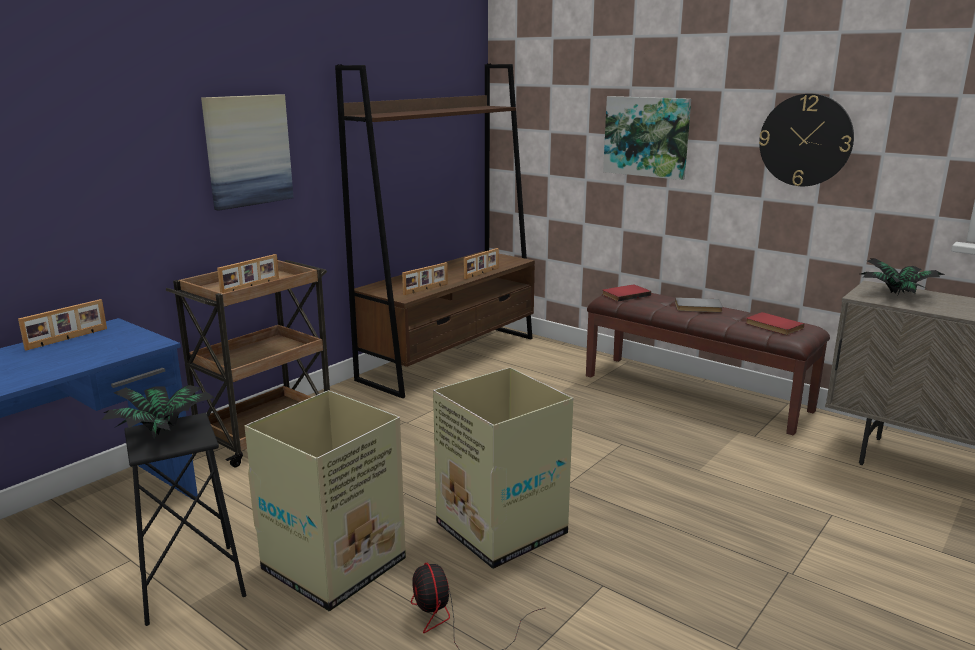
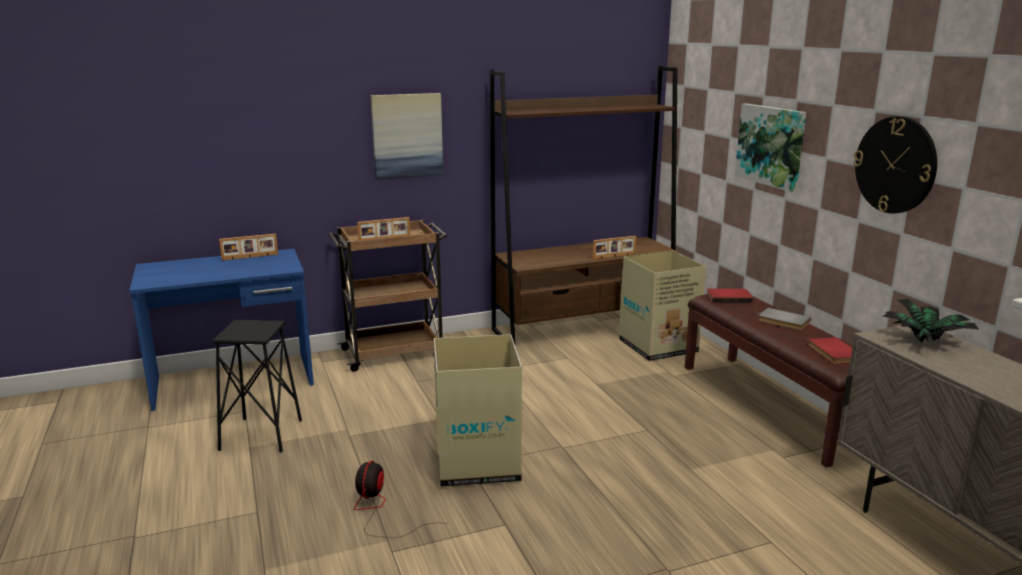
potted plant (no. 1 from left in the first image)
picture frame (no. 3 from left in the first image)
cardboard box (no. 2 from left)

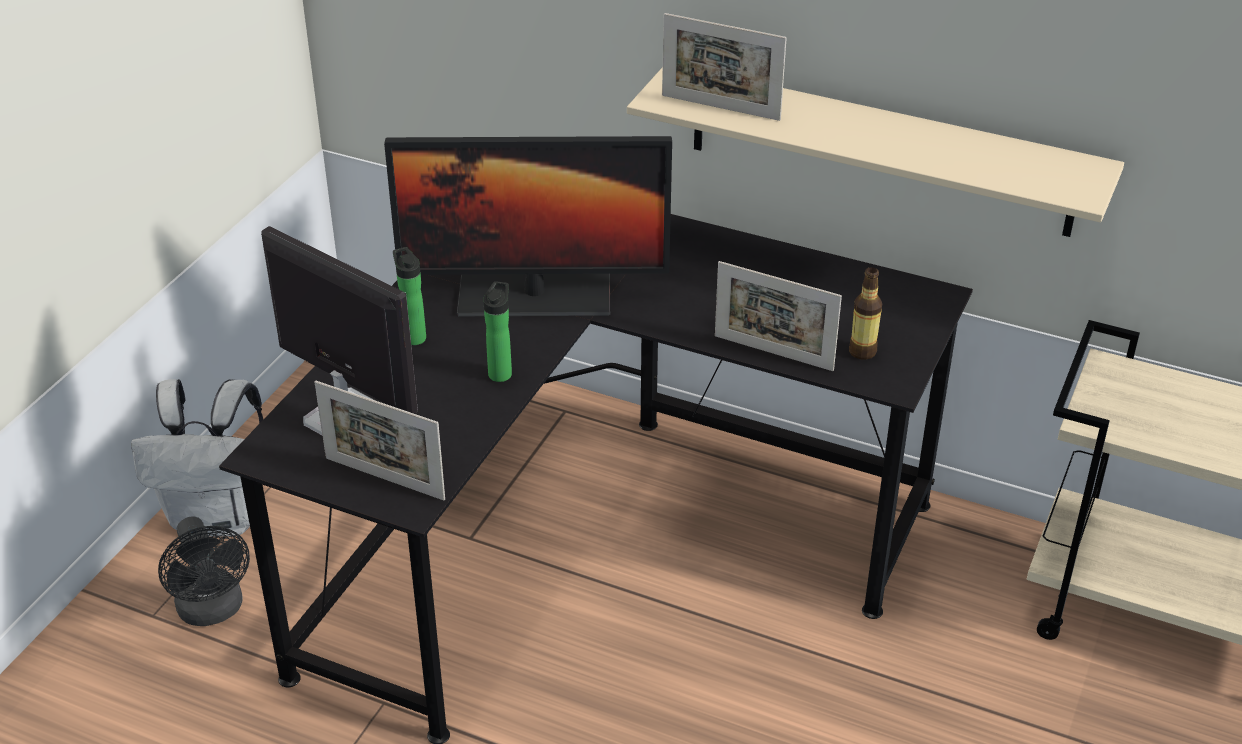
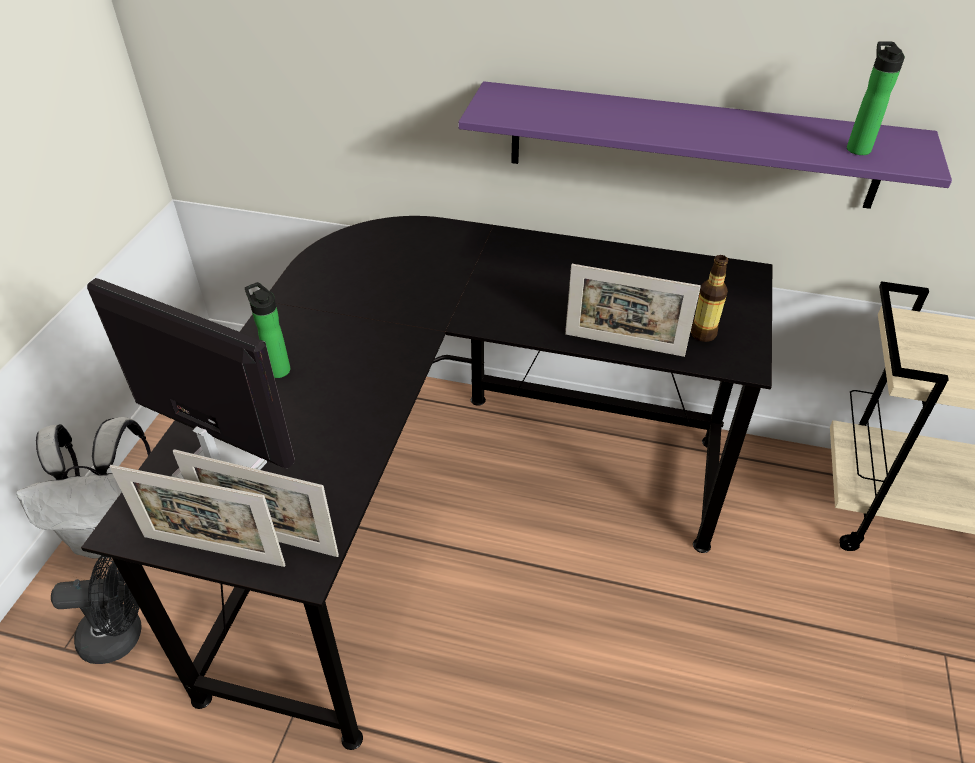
monitor (no. 2 from left in the first image)
bottle (no. 3 from left)
picture frame (no. 1 from left)
purple shelf
black fan

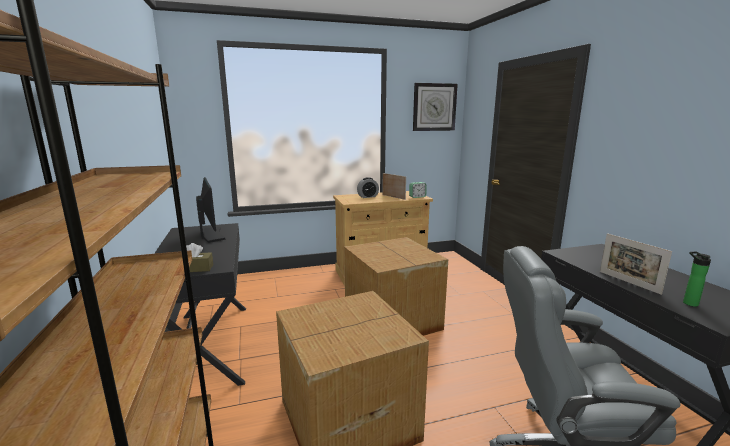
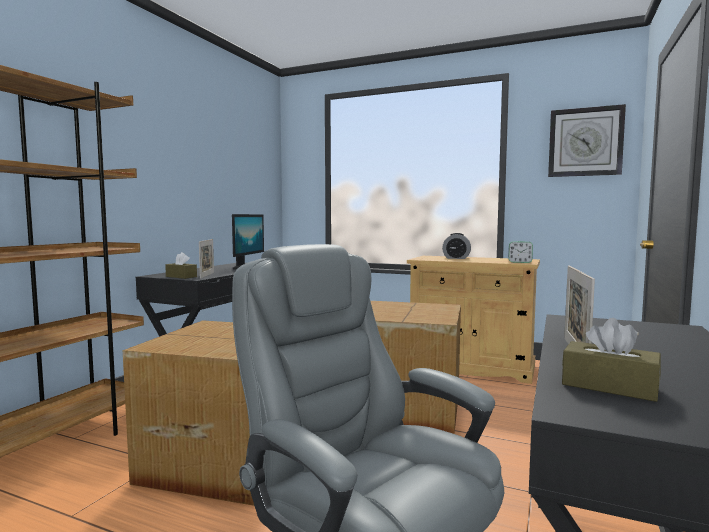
picture frame (no. 1 from left)
brown tissue box (no. 2 from left)

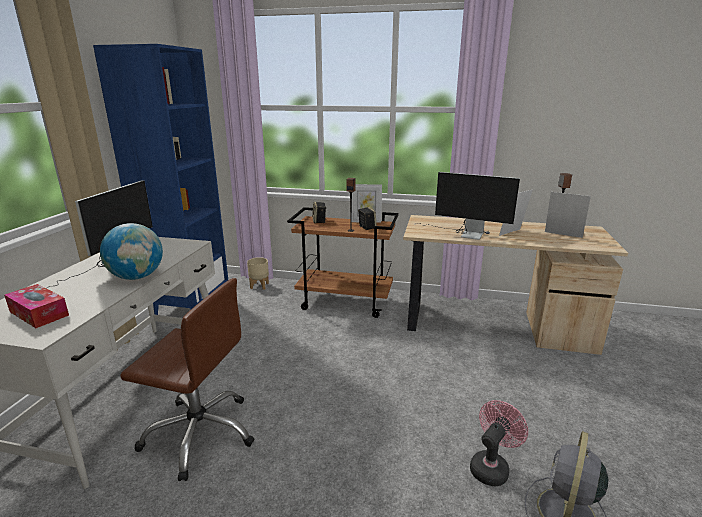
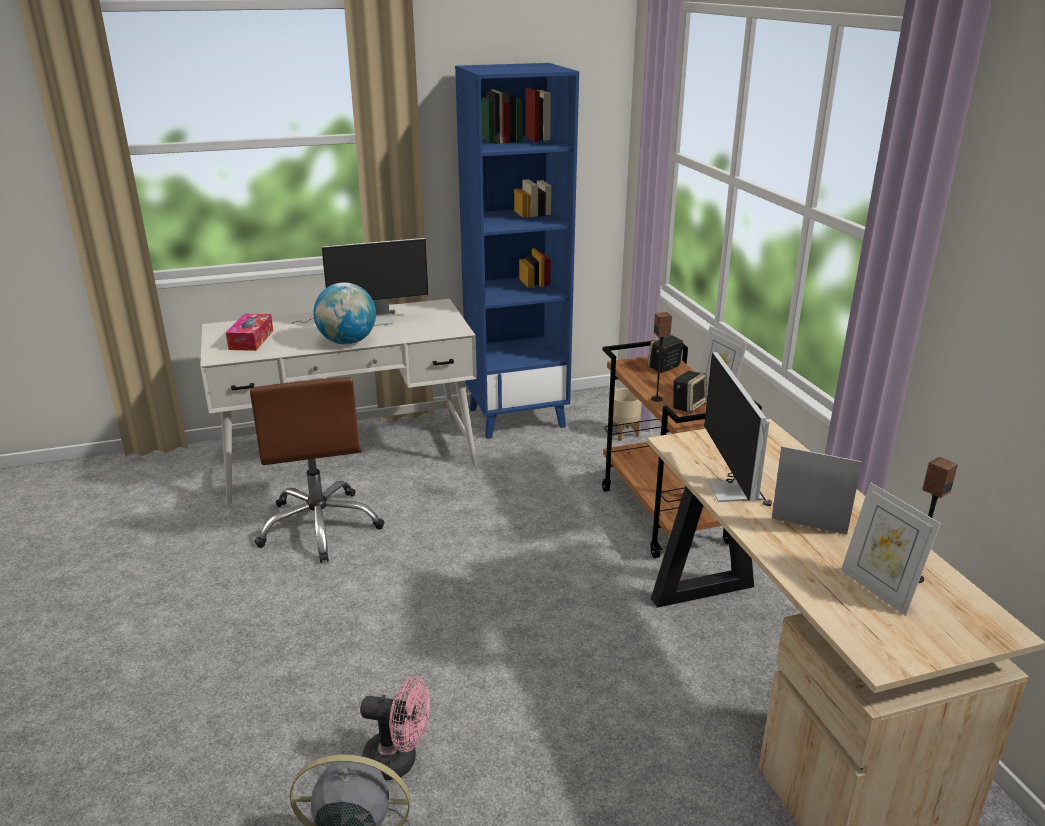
picture frame (no. 3 from left)

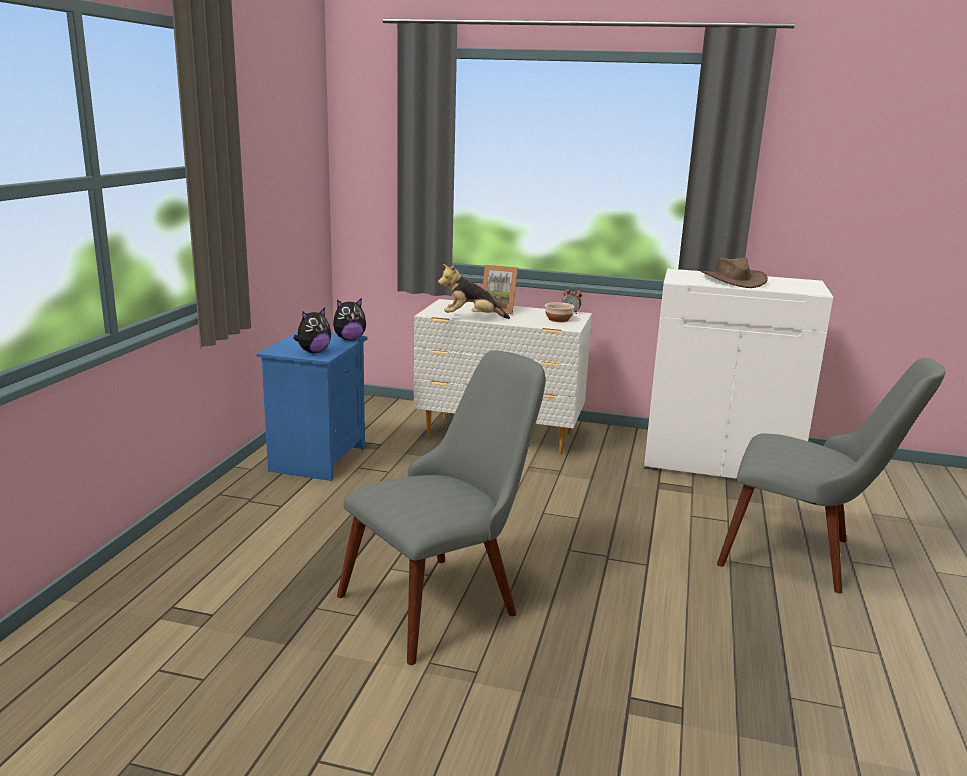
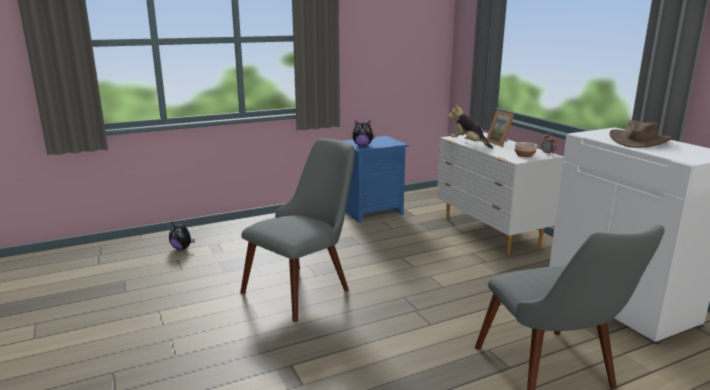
plush toy (no. 1 from left)
grey chair (no. 1 from left)

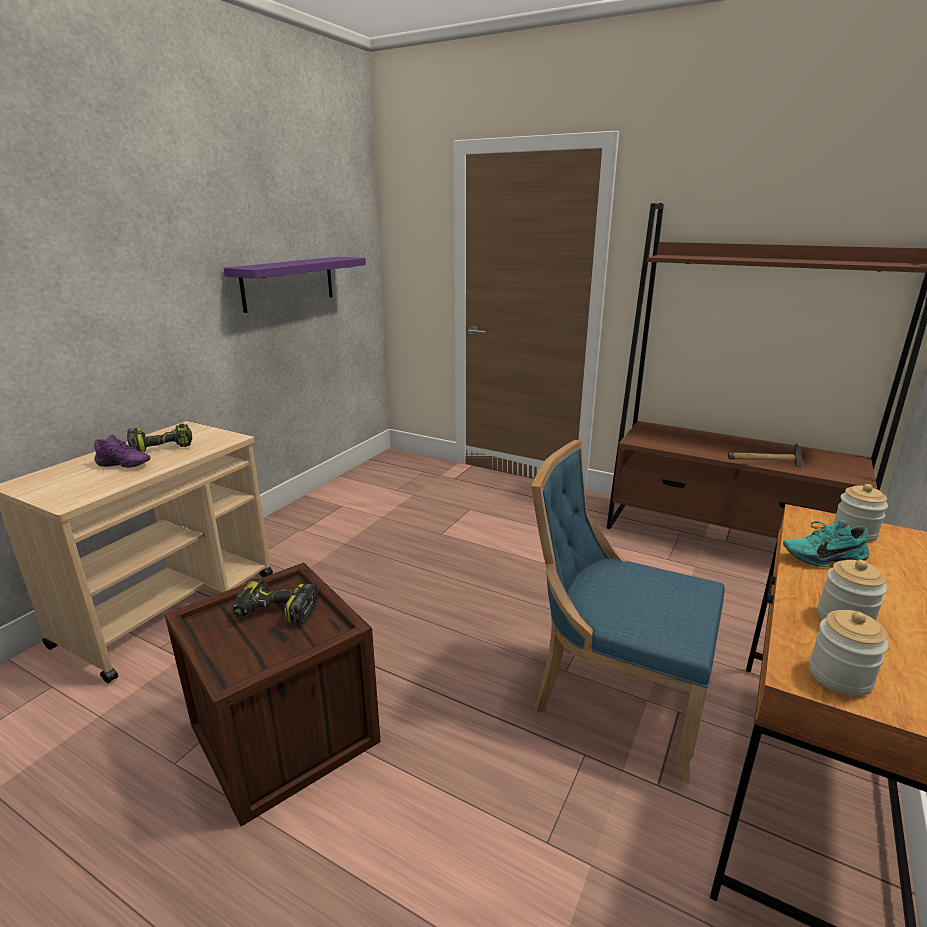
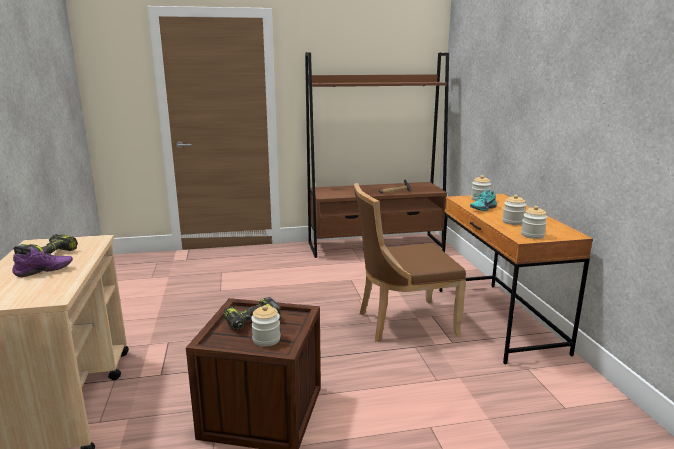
purple shelf
jar (no. 1 from left)
brown chair

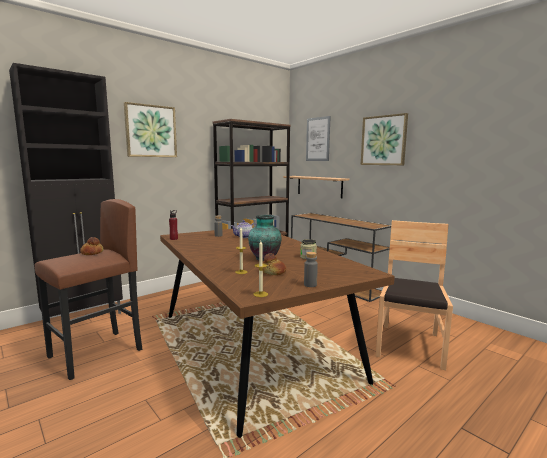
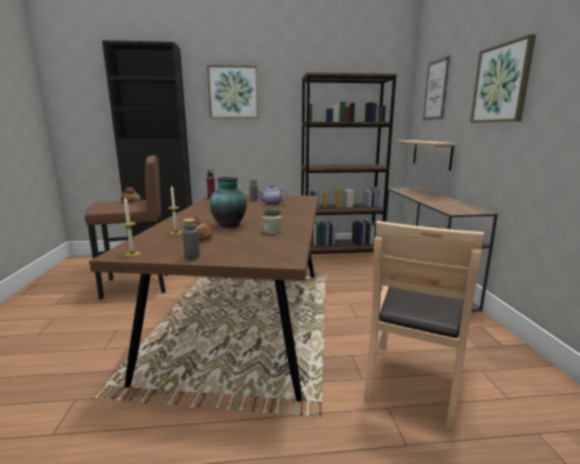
brown chair

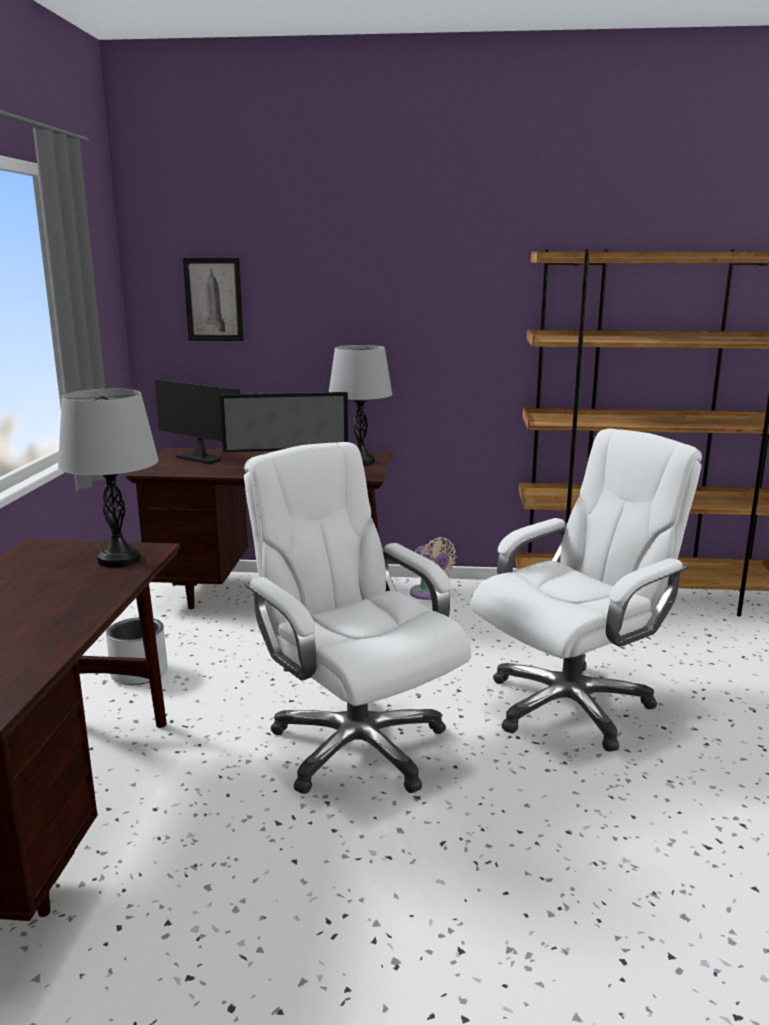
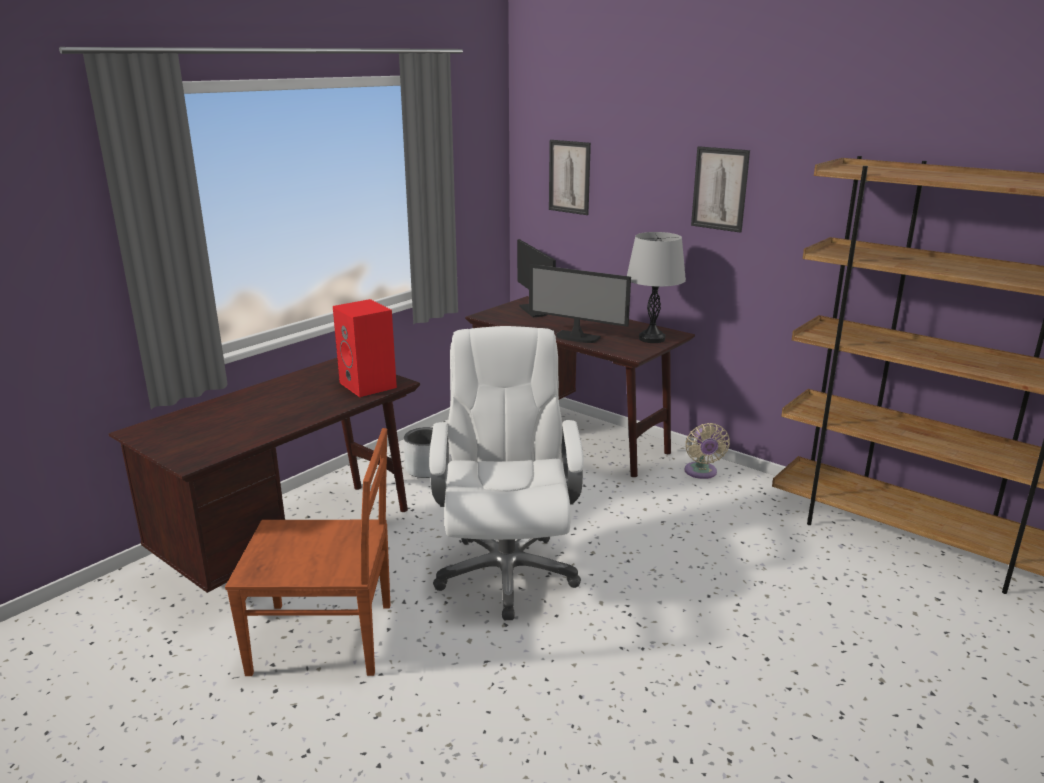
white office chair (no. 2 from left in the first image)
brown chair
picture (no. 2 from left)
red speaker

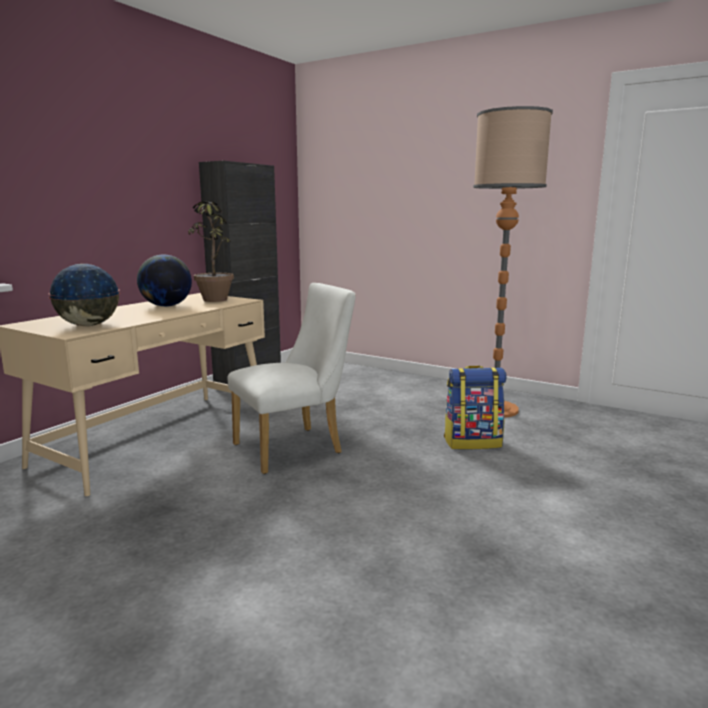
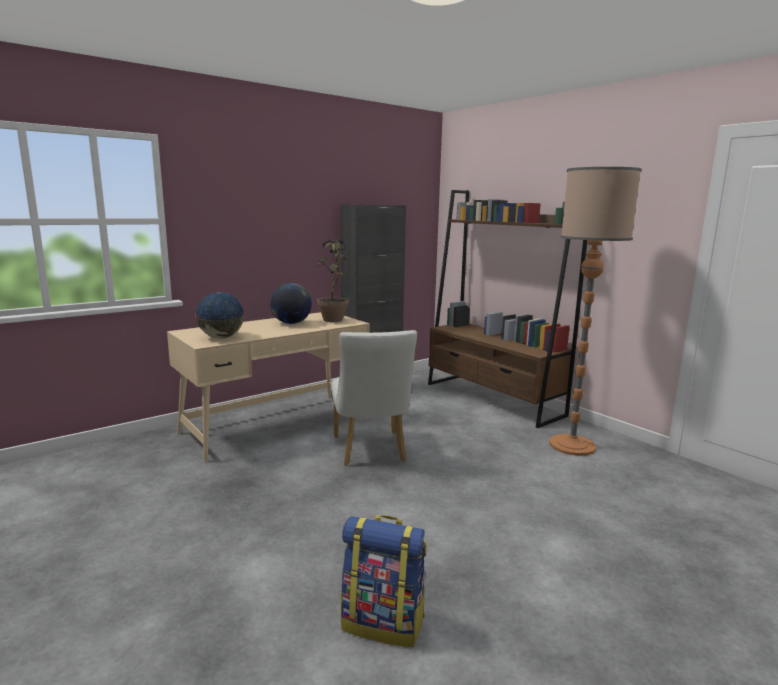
brown bookcase
backpack
white chair

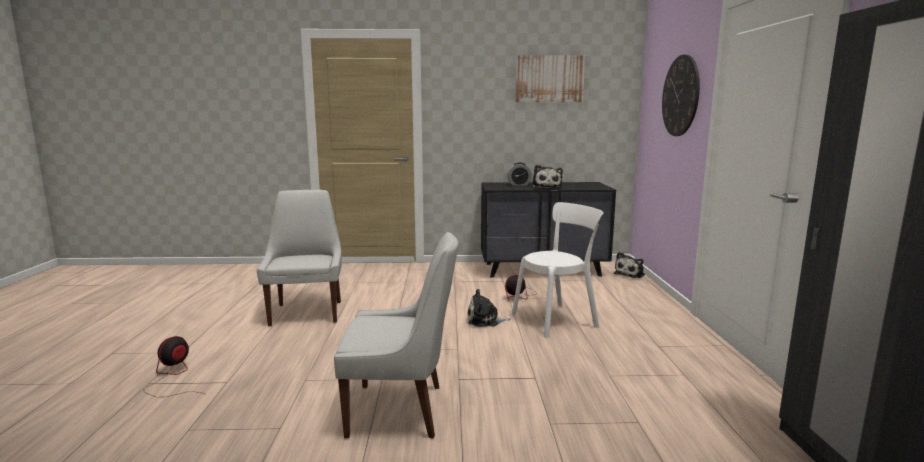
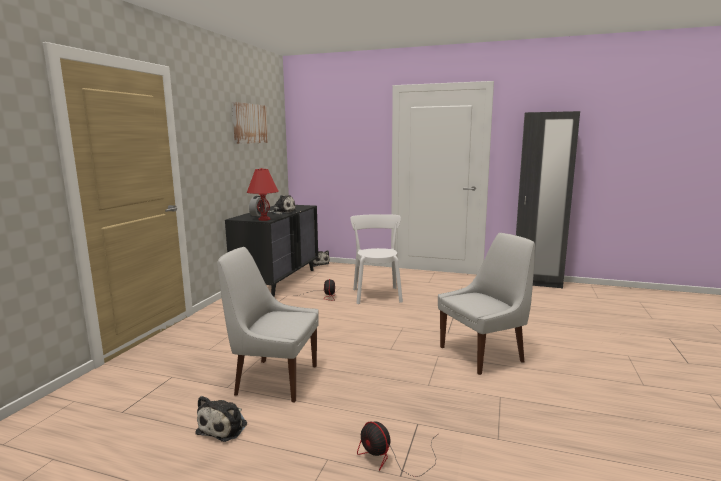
wall clock
red table lamp
plush toy (no. 1 from left)
white chair (no. 3 from left)

